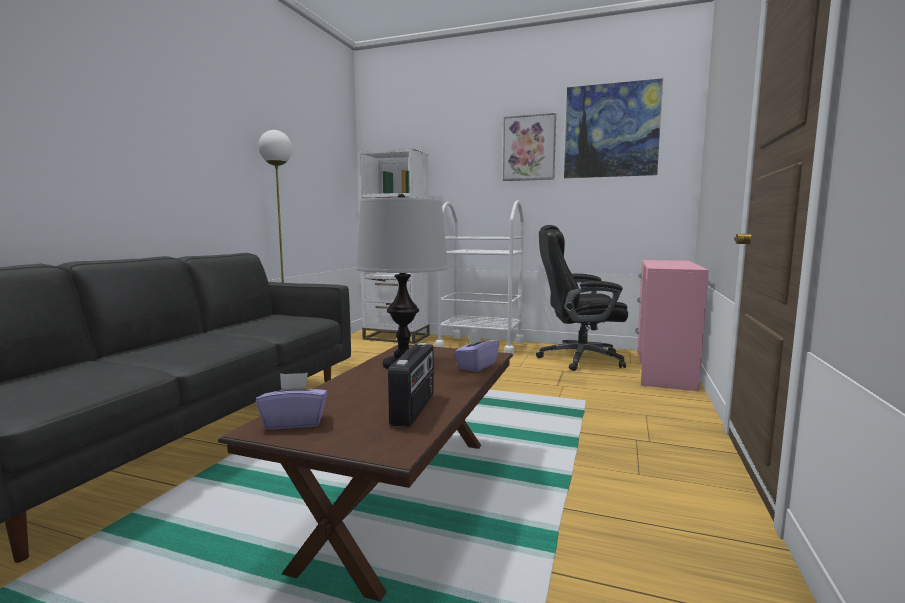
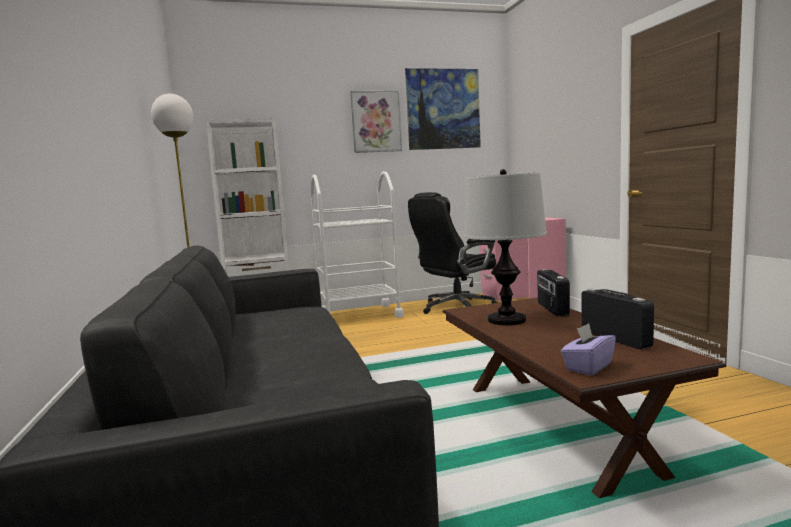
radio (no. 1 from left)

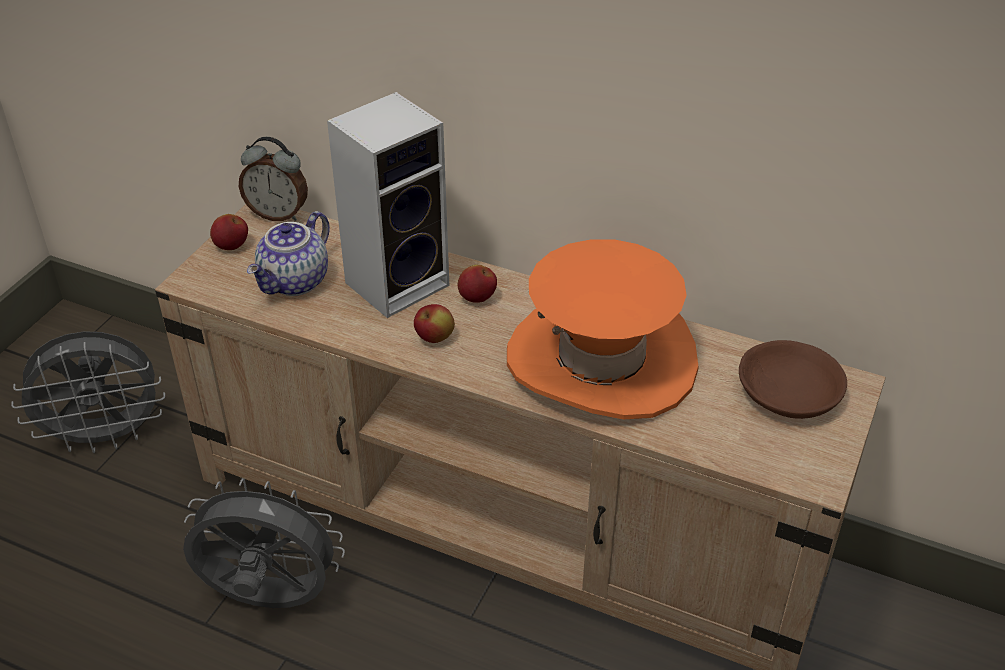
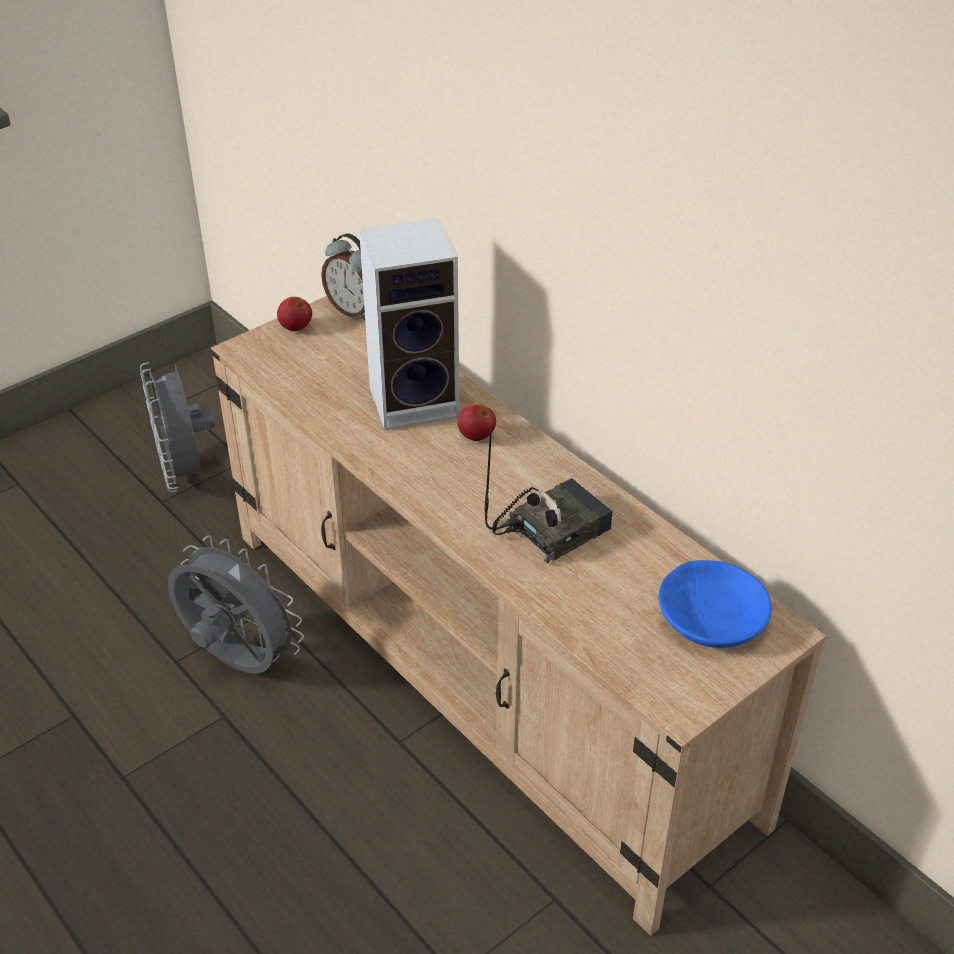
teapot
apple (no. 2 from left in the first image)
radio
blue bowl
grey fan (no. 1 from left)

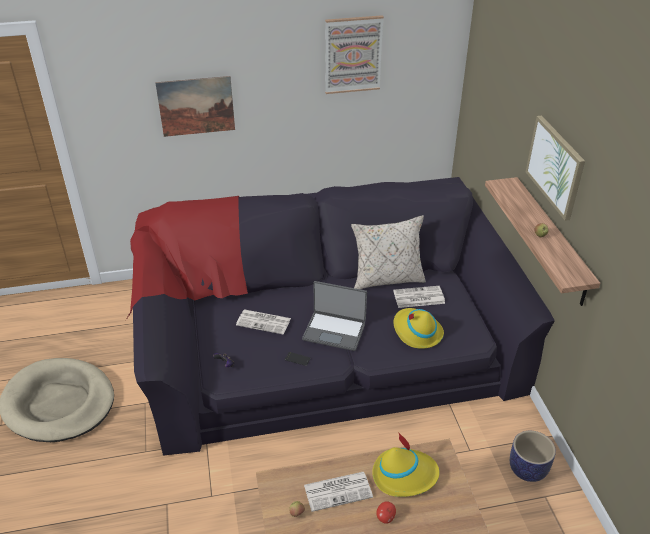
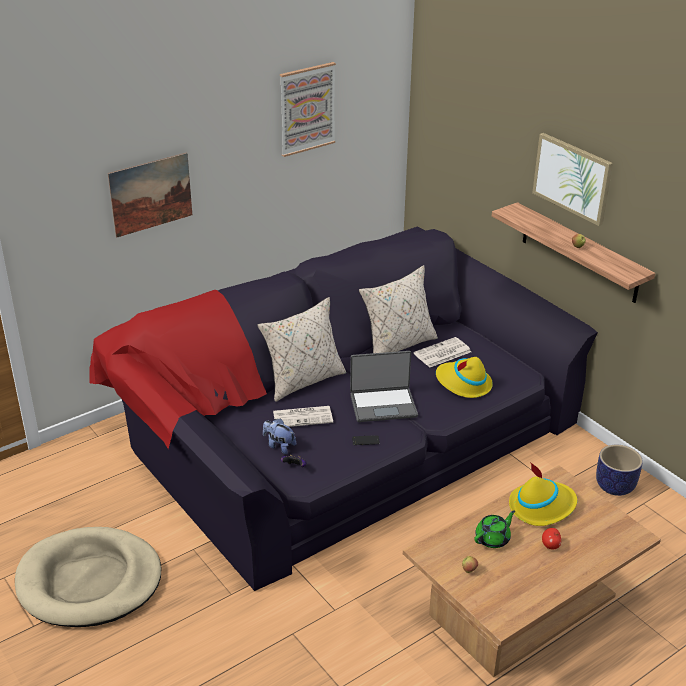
beige pillow (no. 1 from left)
plush toy
green teapot

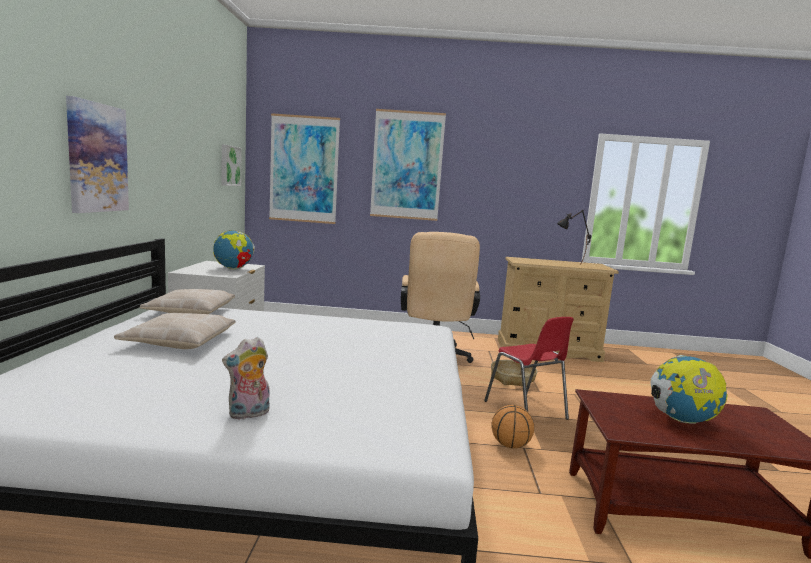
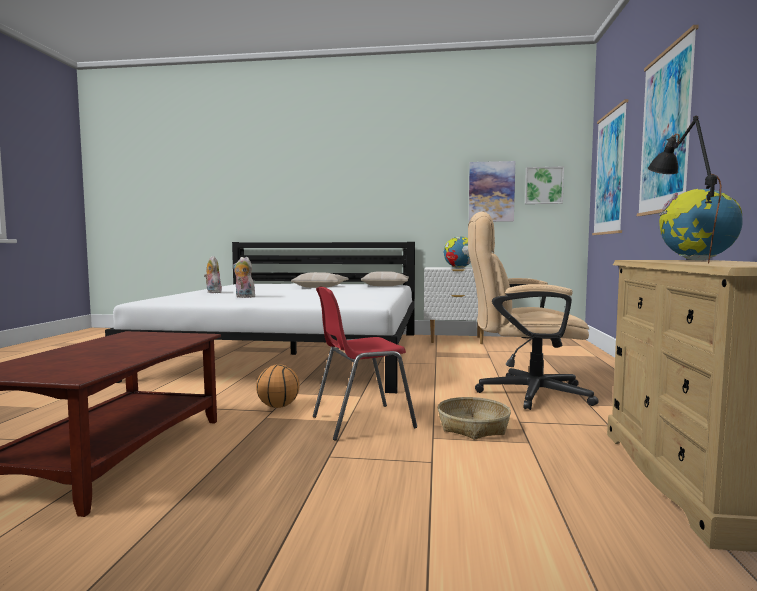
plush toy (no. 2 from left)
picture (no. 1 from left)
globe (no. 2 from left)

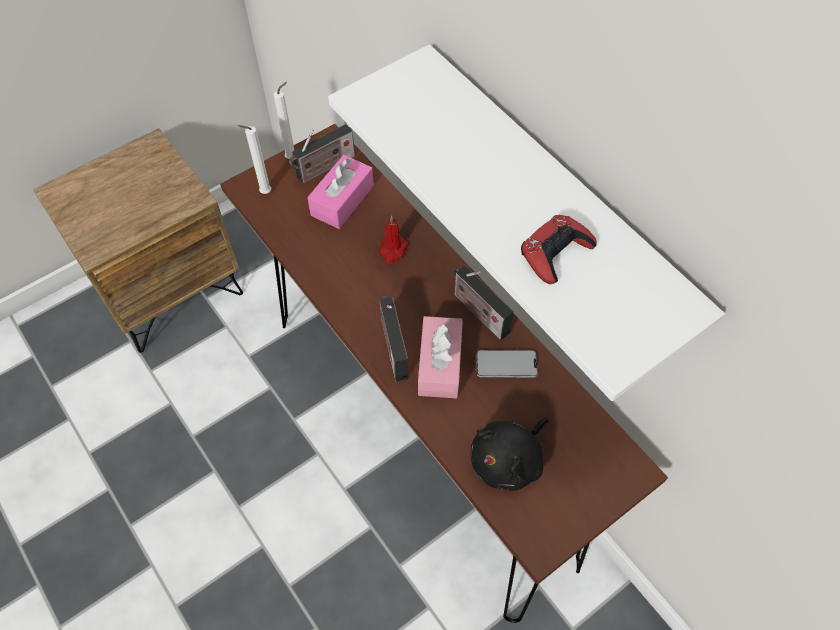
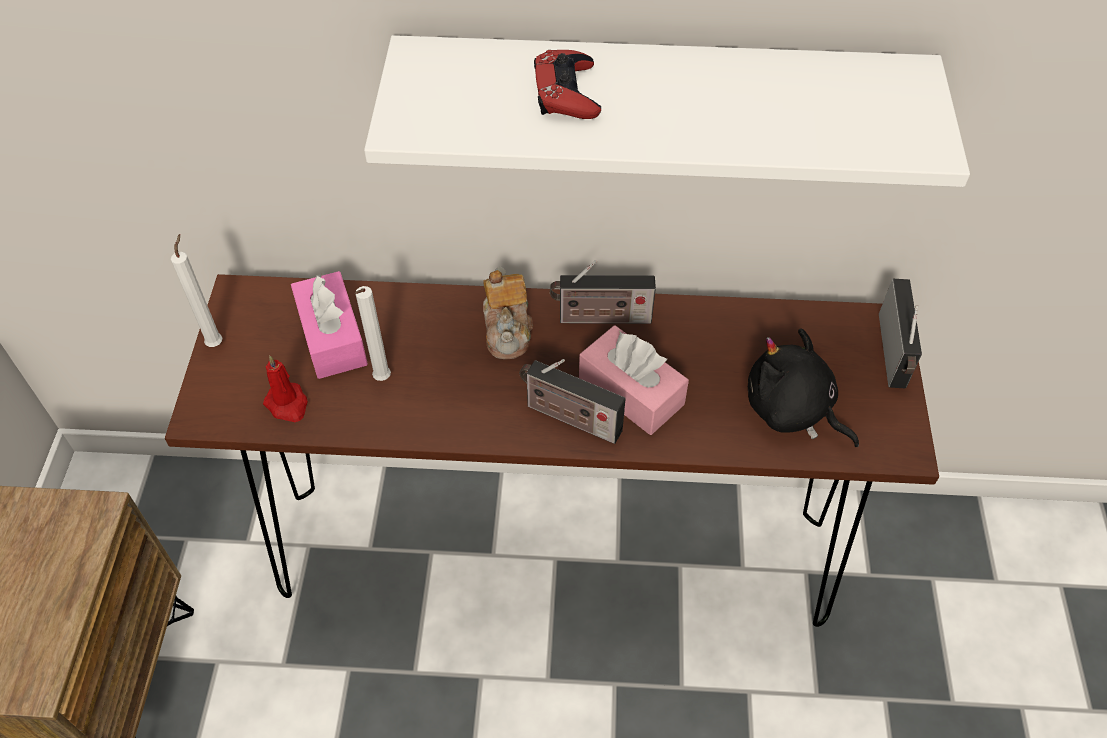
phone
teapot
white candle (no. 2 from left)
radio (no. 3 from left)
red candle
red game controller
black plush toy

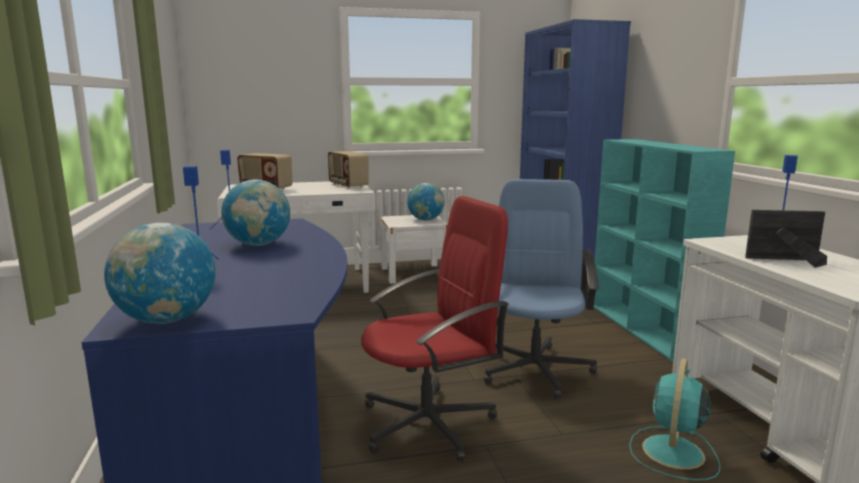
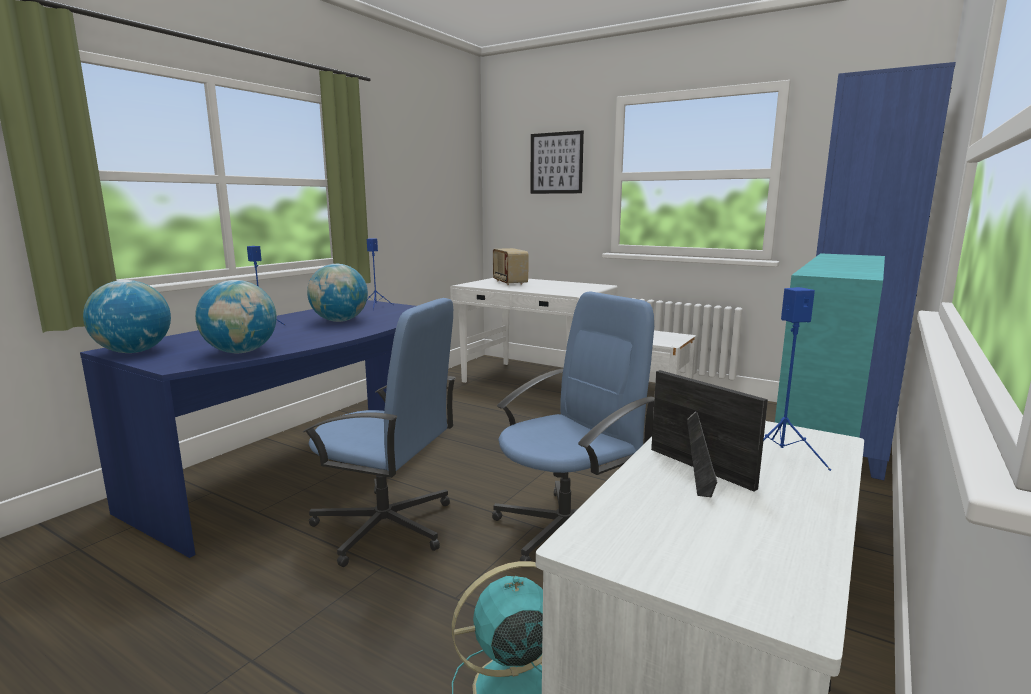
radio (no. 2 from left in the first image)
picture
globe (no. 2 from left)
blue office chair (no. 1 from left)

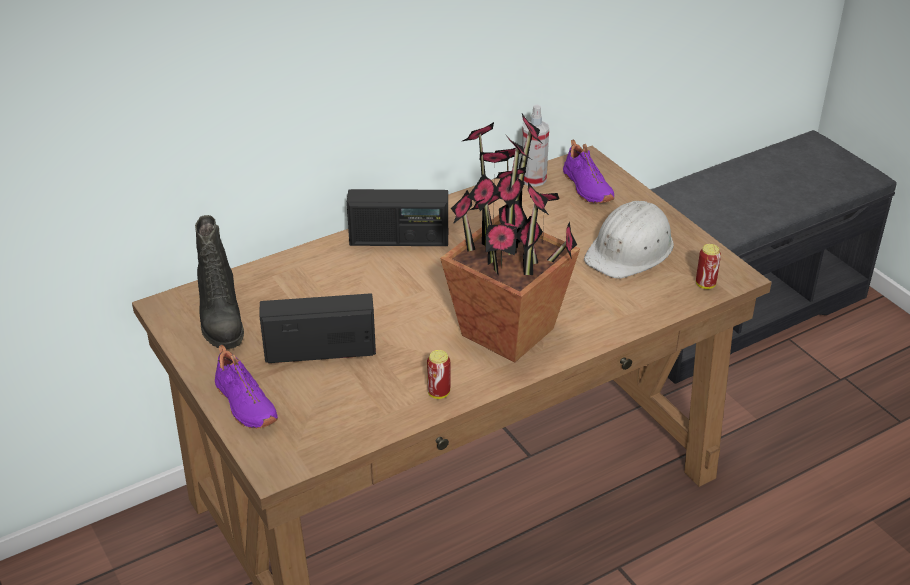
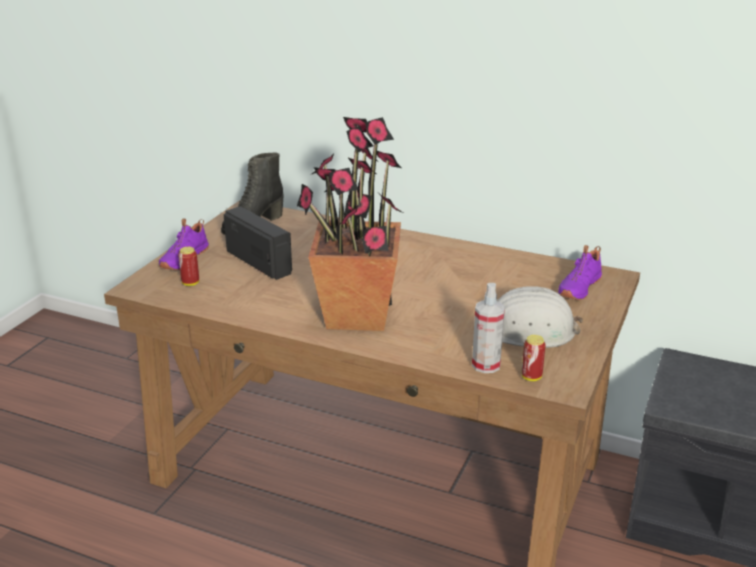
radio (no. 2 from left in the first image)
can (no. 1 from left)
spray bottle

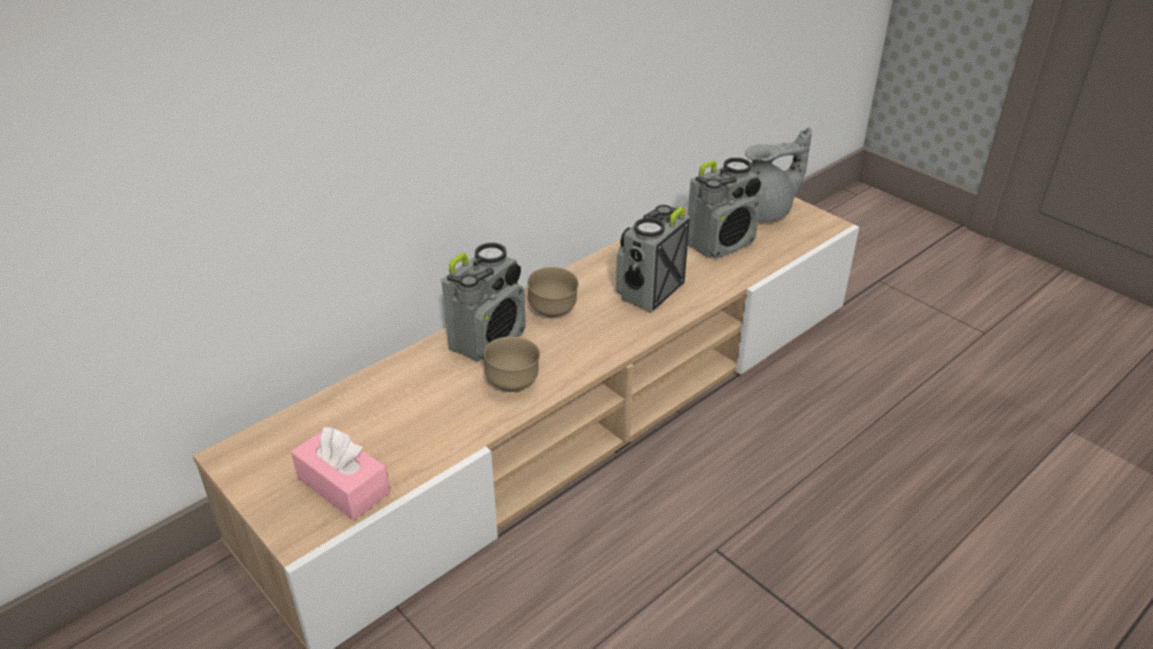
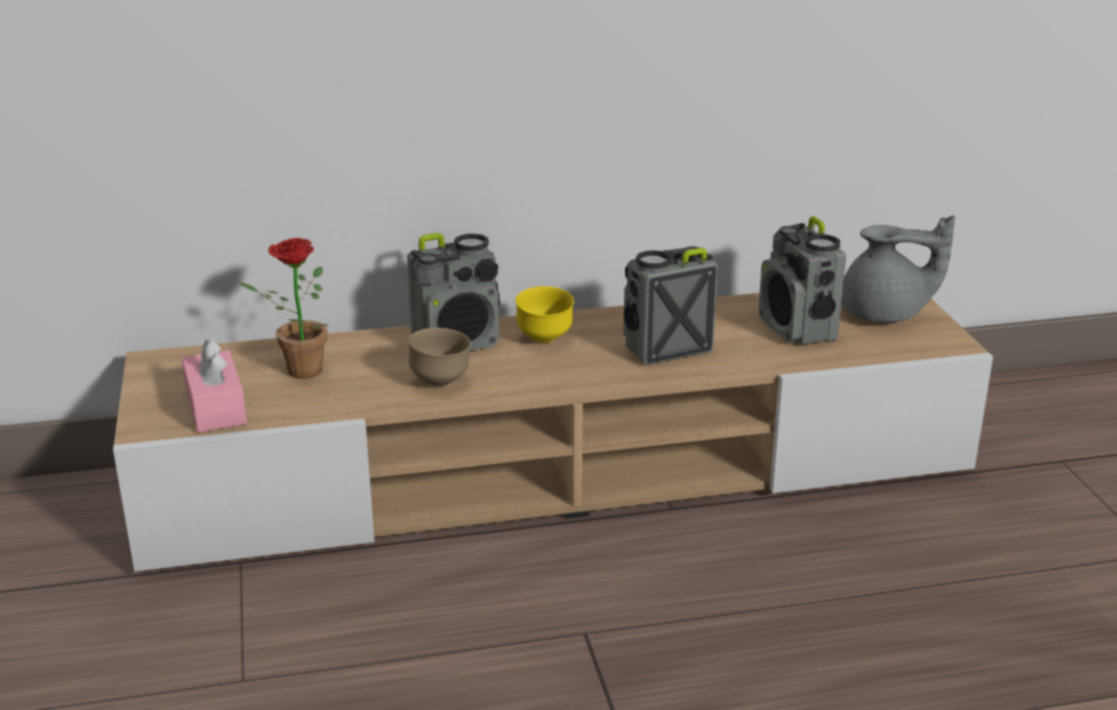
potted plant
yellow bowl
radio (no. 3 from left)

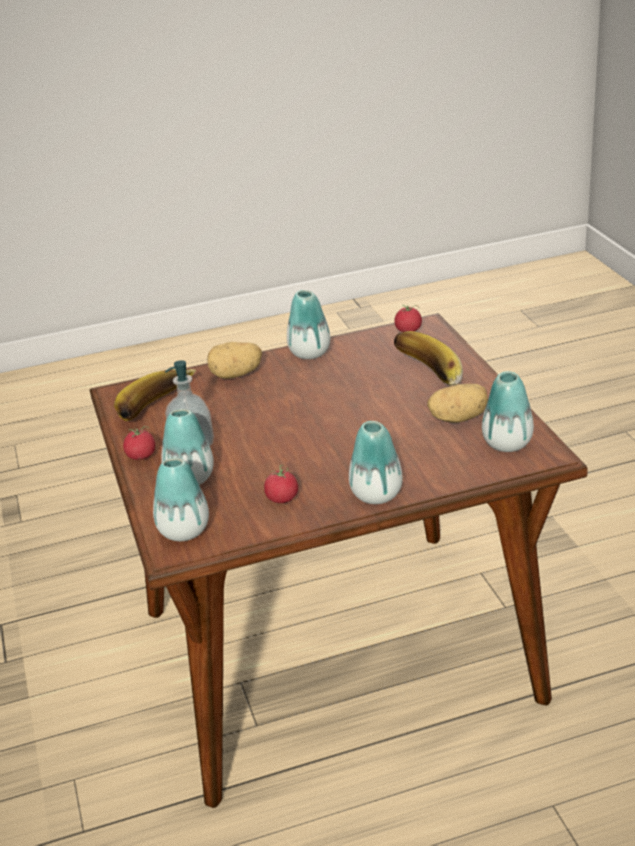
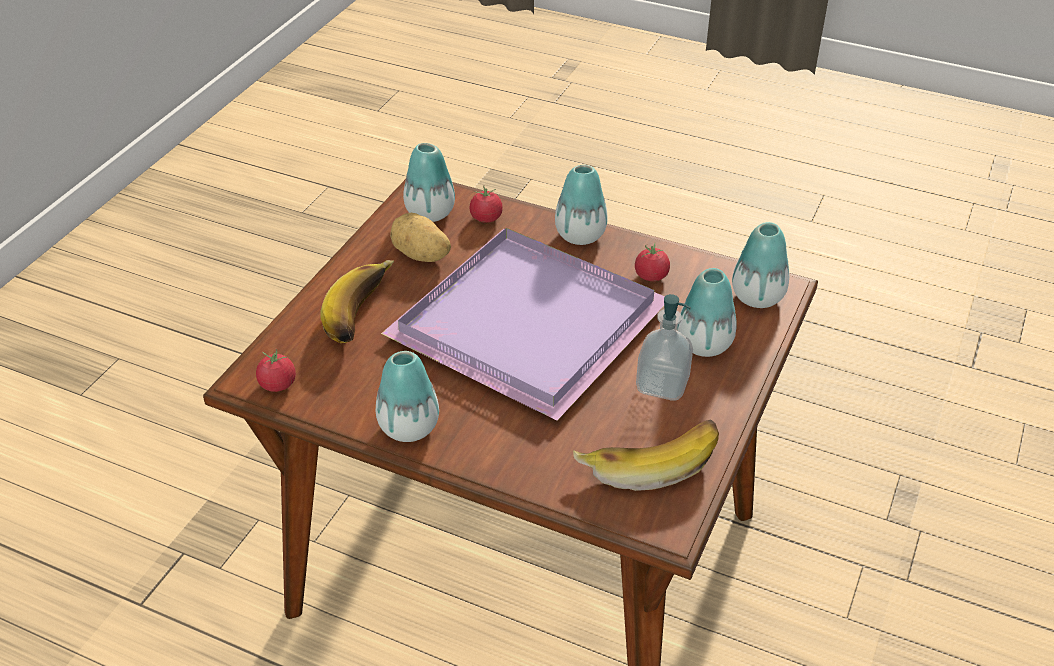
potato (no. 1 from left in the first image)
purple tray
tomato (no. 2 from left)

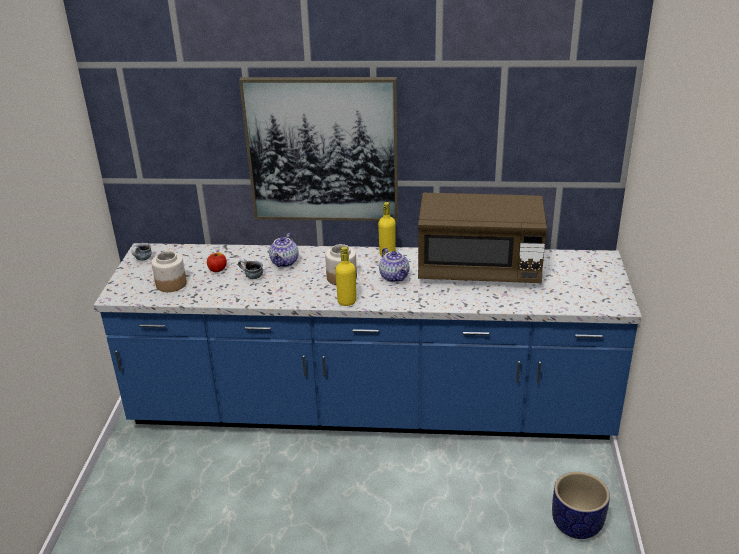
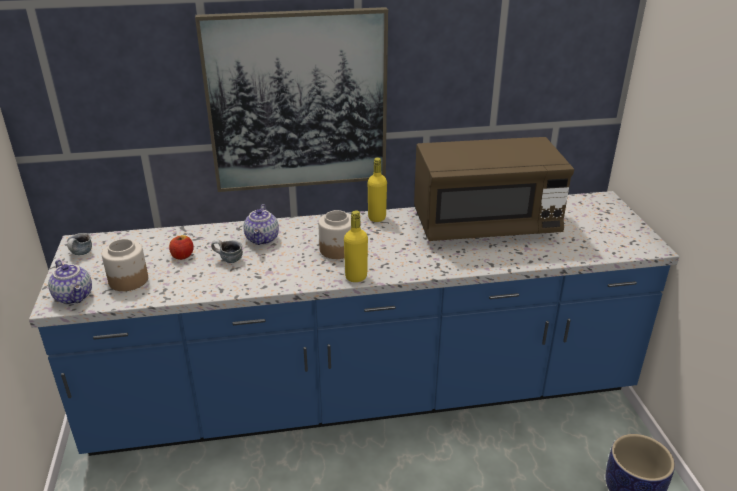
teapot (no. 1 from left)

